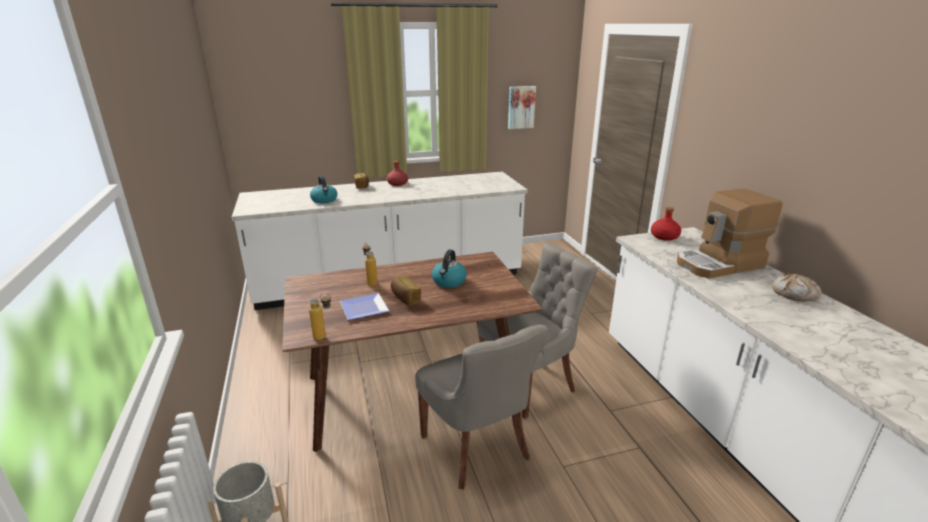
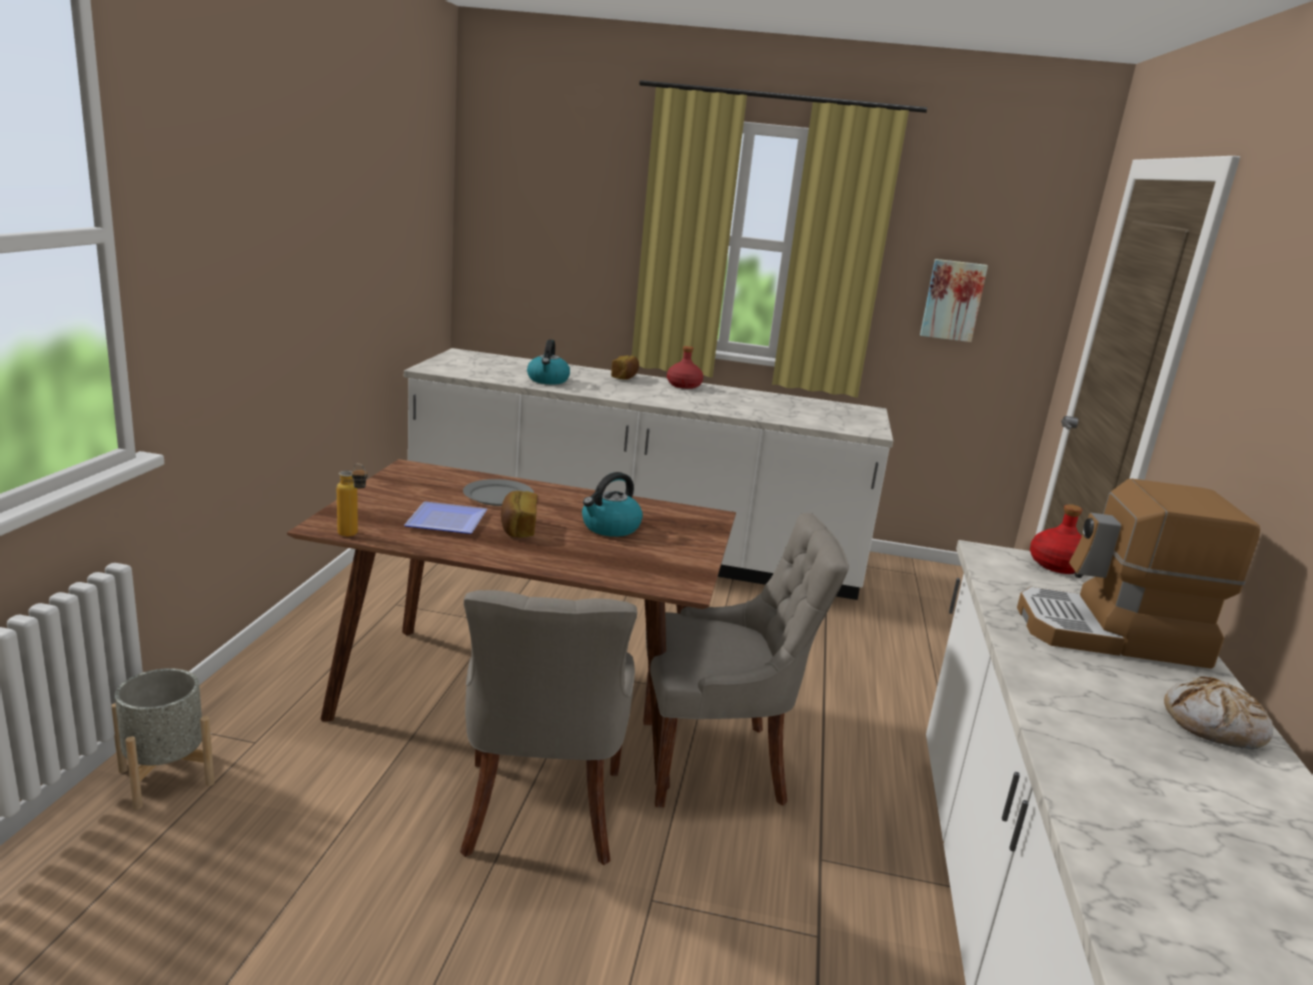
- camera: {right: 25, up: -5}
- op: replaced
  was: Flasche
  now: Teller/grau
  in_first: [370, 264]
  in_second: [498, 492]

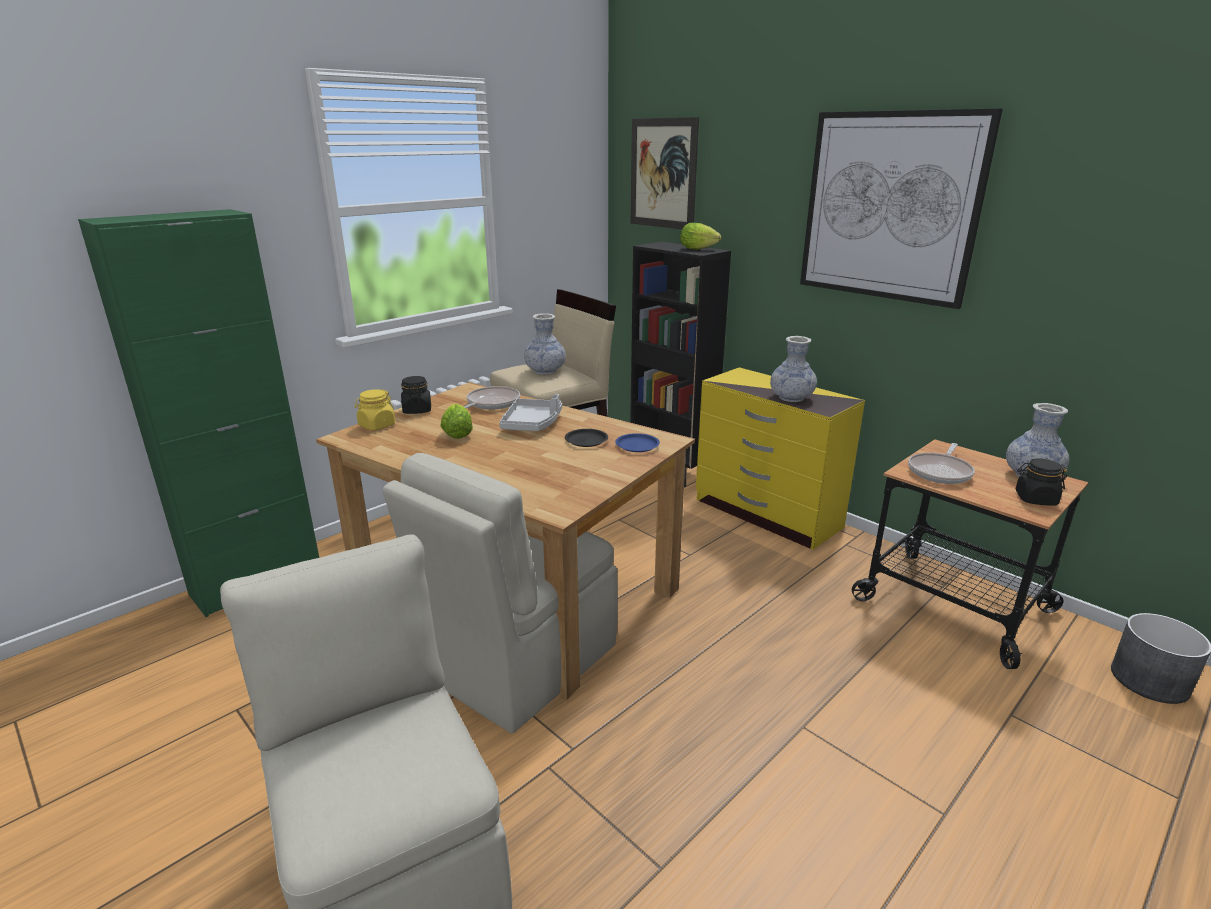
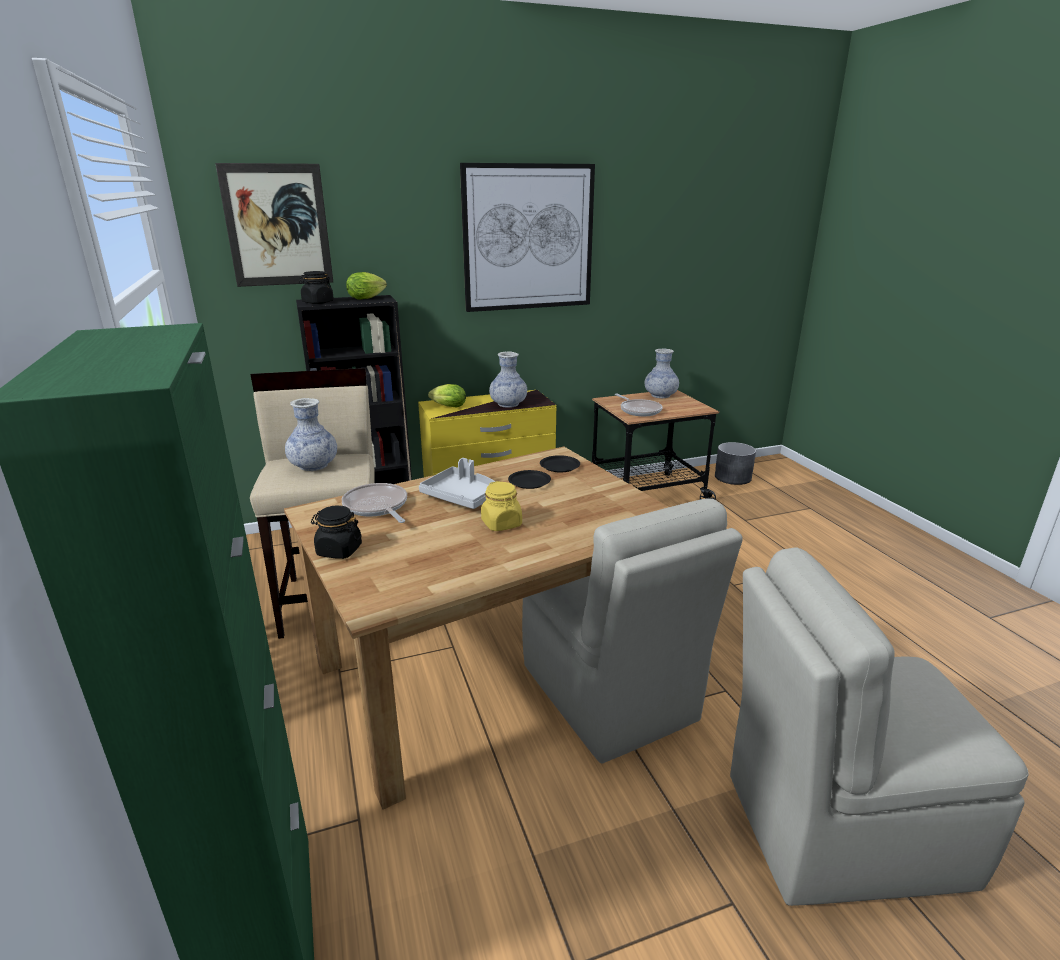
- camera: {right: -65, up: 0}
- op: moved
  was: Vorratsglas/schwarz
  in_first: [1041, 482]
  in_second: [316, 287]
- op: moved
  was: Salatkopf
  in_first: [457, 421]
  in_second: [447, 395]
- op: moved
  was: Vorratsglas/gelb
  in_first: [375, 409]
  in_second: [501, 506]
- op: recoloured
  was: Teller/blau
  now: Teller/schwarz
  in_first: [637, 442]
  in_second: [560, 464]

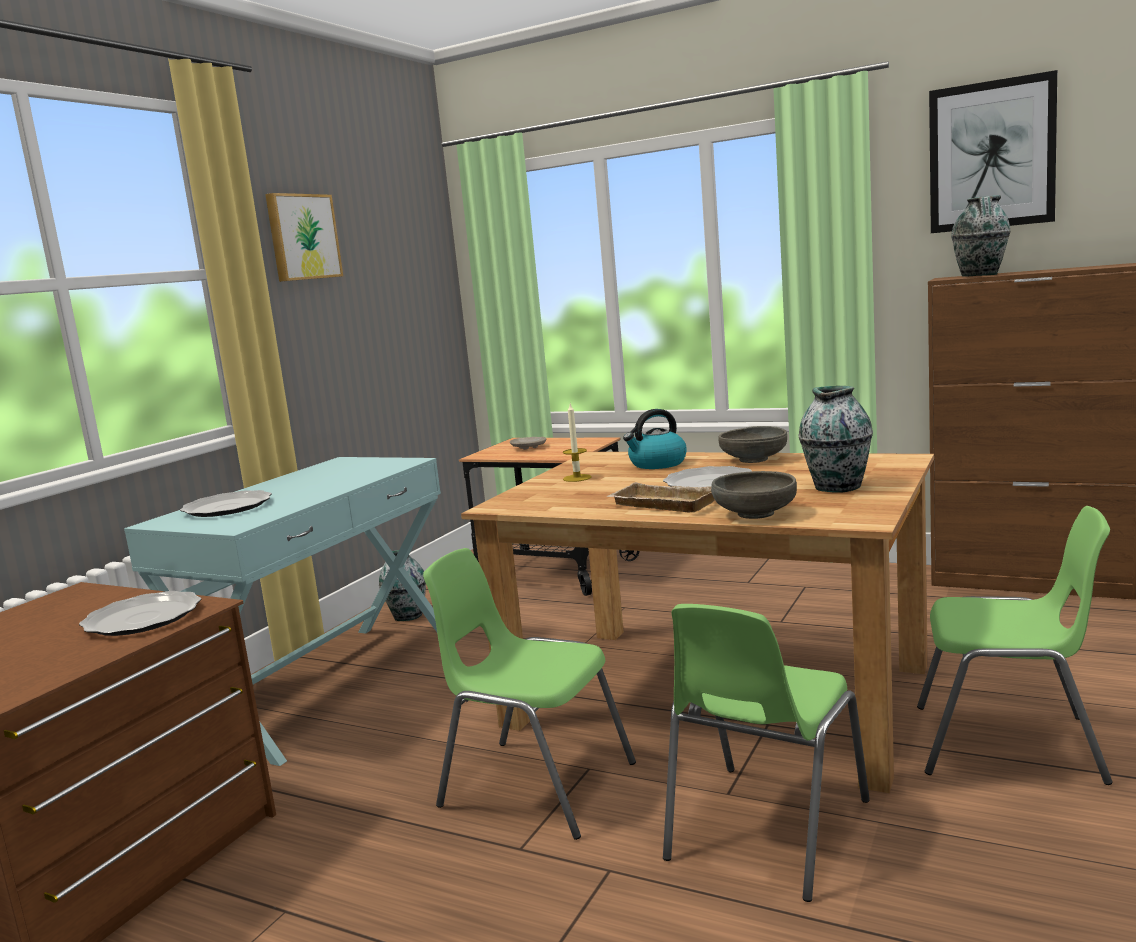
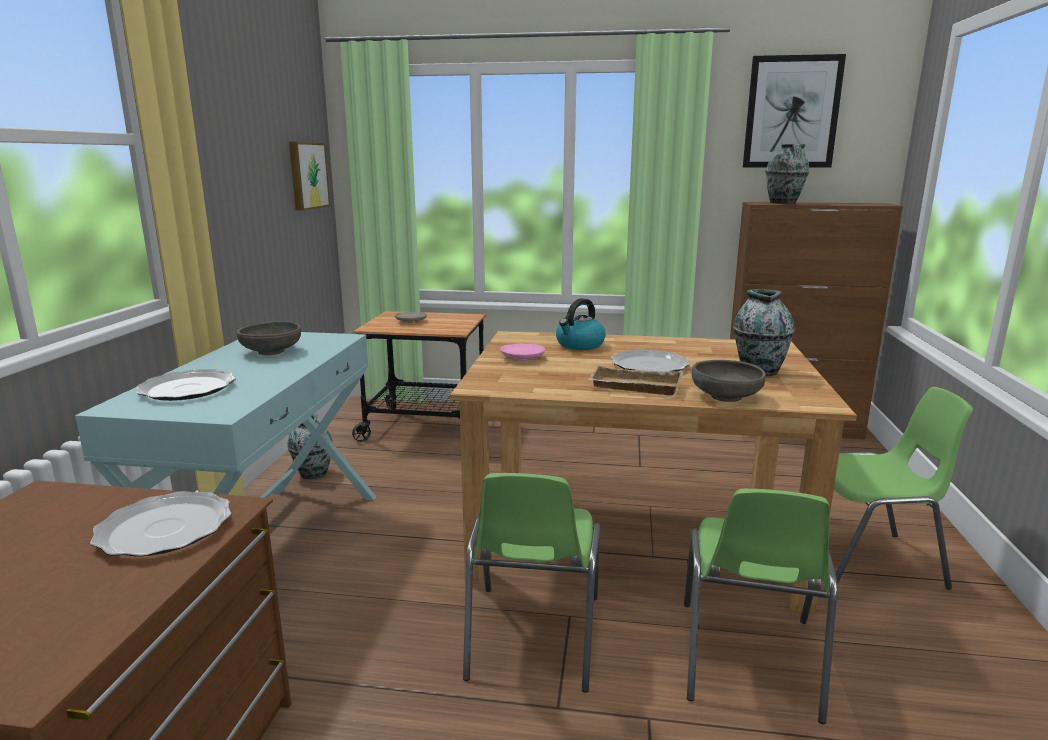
- camera: {right: -20, up: 5}
- op: moved
  was: Schüssel/grau
  in_first: [752, 444]
  in_second: [269, 338]
- op: moved
  was: Bild
  in_first: [304, 237]
  in_second: [309, 176]
- op: turned
  was: Stuhl/grün
  in_first: [529, 694]
  in_second: [531, 583]
  clockwise: -90
- op: replaced
  was: Kerze
  now: Teller/rosa
  in_first: [577, 443]
  in_second: [522, 352]

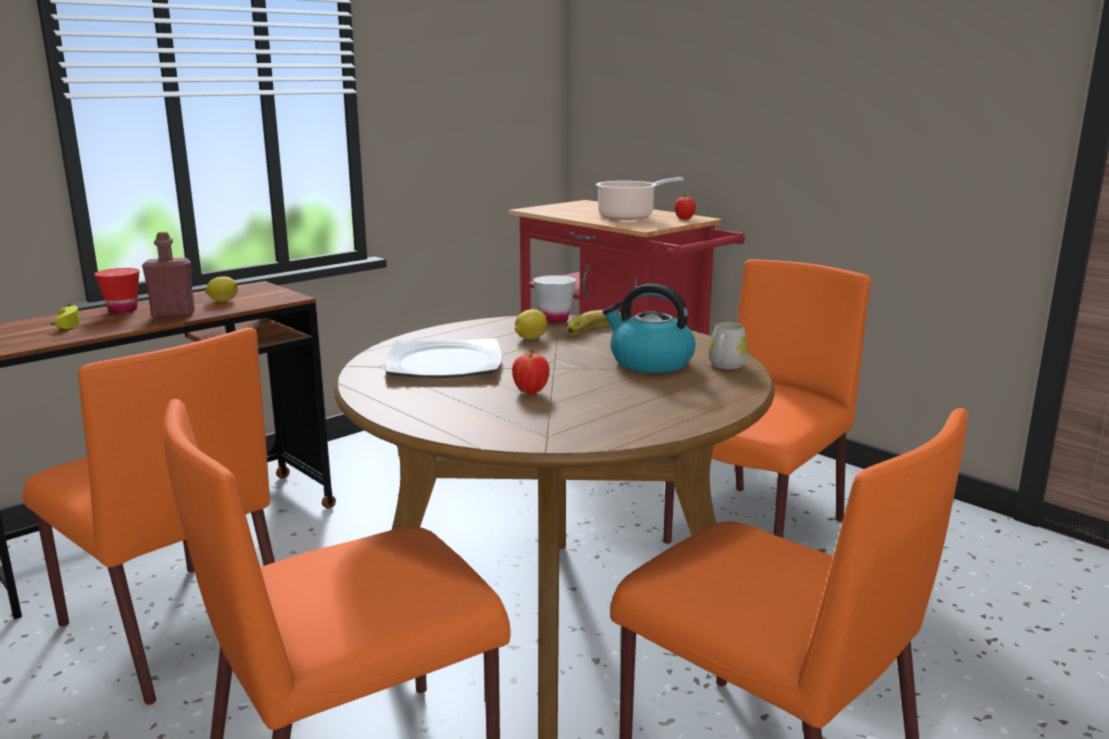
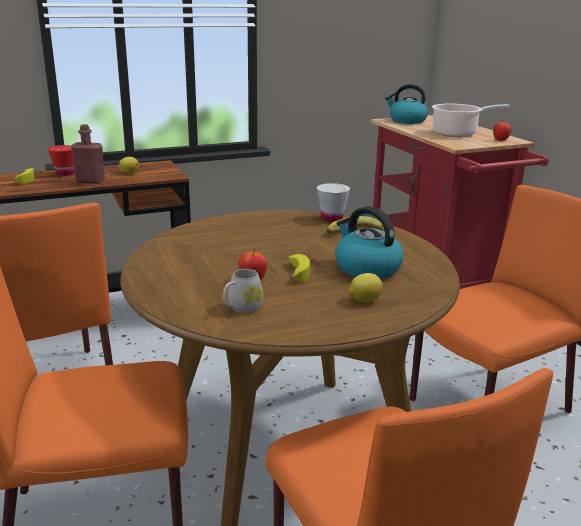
- camera: {right: 20, up: 5}
- op: moved
  was: Henkelbecher/weiß
  in_first: [728, 345]
  in_second: [243, 291]
- op: added
  now: Banane
  in_second: [299, 268]
- op: moved
  was: Zitrone
  in_first: [531, 324]
  in_second: [365, 287]
- op: added
  now: Wasserkessel
  in_second: [406, 104]
- op: removed
  was: Teller
  in_first: [443, 358]

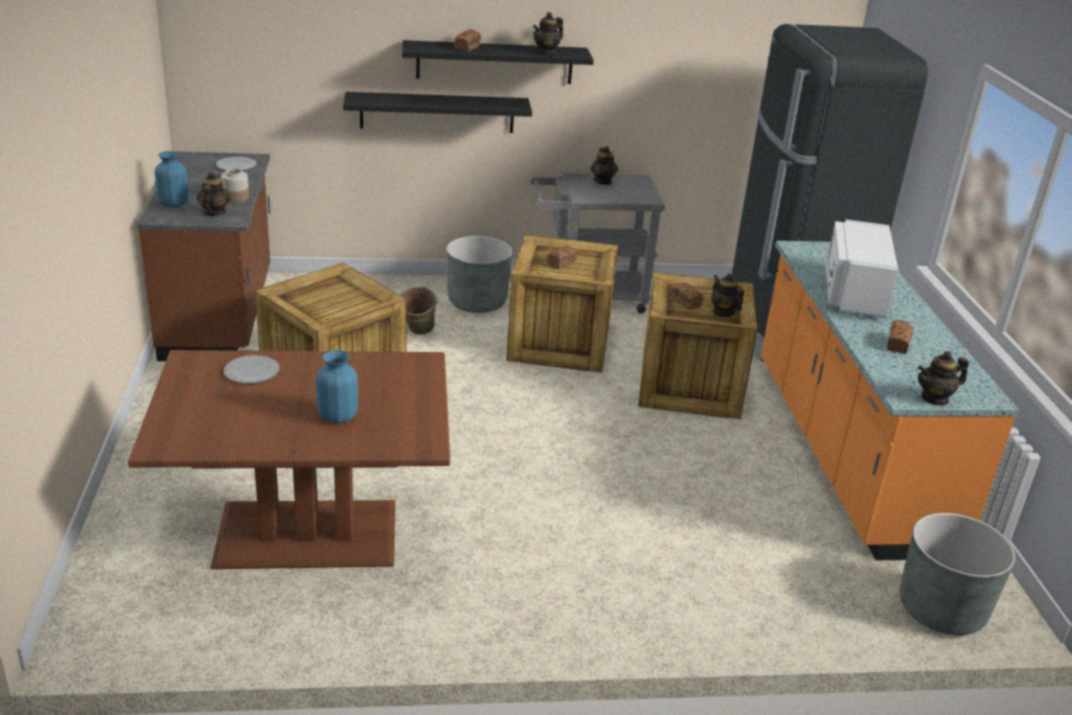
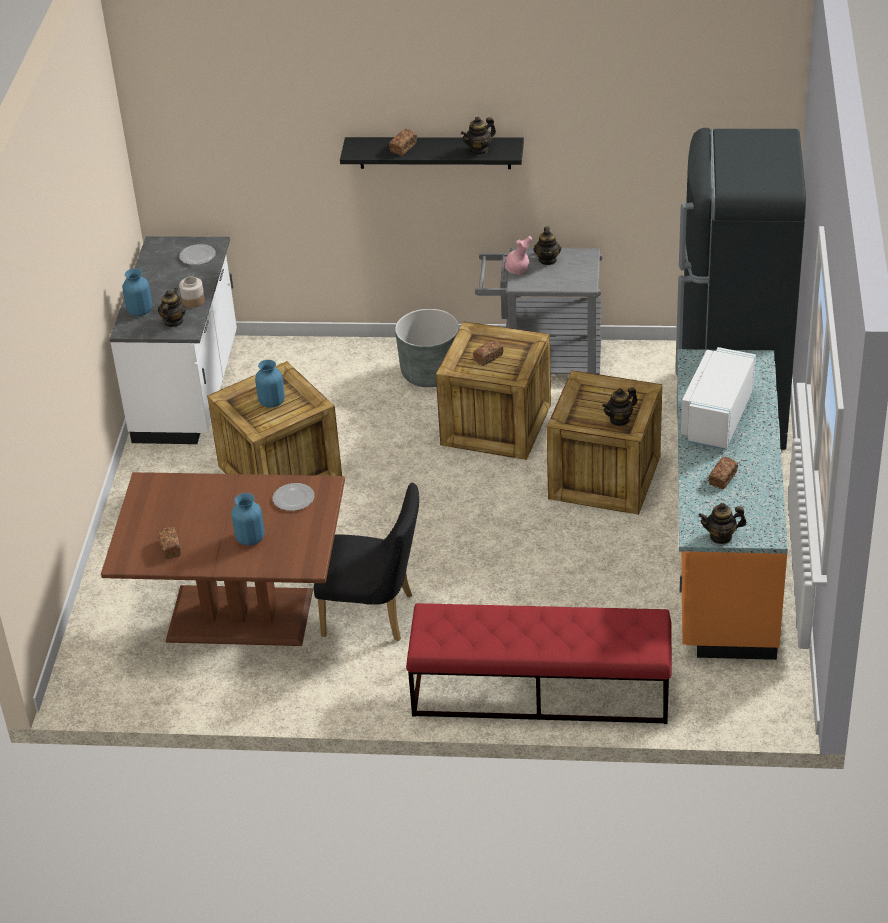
- camera: {right: 15, up: 10}
- op: recoloured
  was: Küchenzeile/braun
  now: Küchenzeile/weiß
  in_first: [204, 256]
  in_second: [173, 340]
- op: moved
  was: Brot
  in_first: [687, 295]
  in_second: [169, 543]
- op: added
  now: Vase/blau
  in_second: [270, 384]
- op: moved
  was: Teller
  in_first: [252, 369]
  in_second: [294, 497]
- op: added
  now: Stuhl/schwarz
  in_second: [366, 562]
- op: added
  now: Bank/rot
  in_second: [539, 663]
- op: added
  now: Vase/rosa
  in_second: [518, 255]
- op: turned
  was: Teekanne
  in_first: [727, 295]
  in_second: [619, 406]
  clockwise: -105
- op: removed
  was: Wandregal/schwarz
  in_first: [437, 112]
- op: removed
  was: Eimer/grün
  in_first: [418, 310]
- op: removed
  was: Pflanzkübel/grau
  in_first: [957, 574]

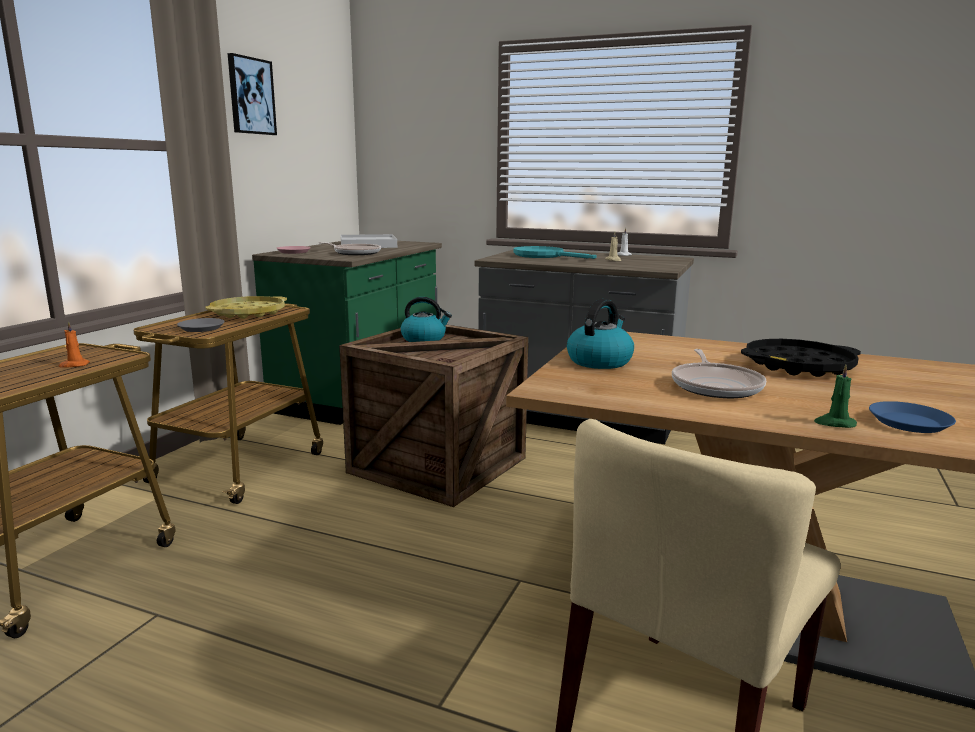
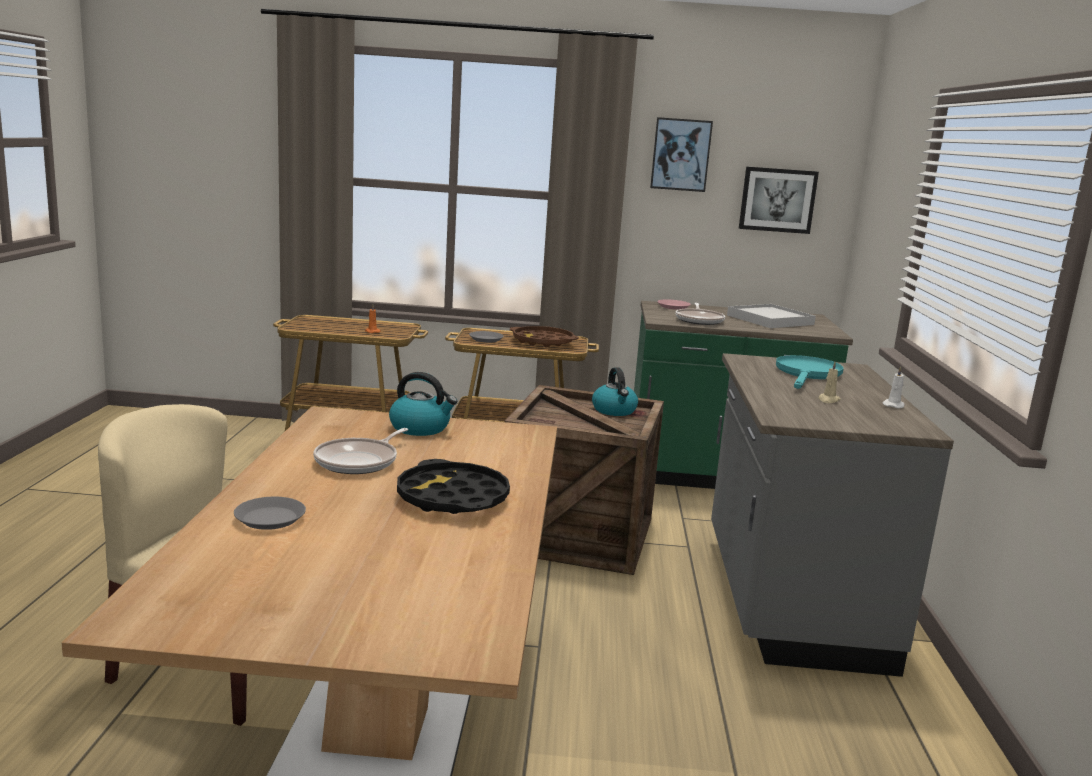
- camera: {right: 70, up: 0}
- op: recoloured
  was: Teller/blau
  now: Teller/grau
  in_first: [912, 417]
  in_second: [270, 513]
- op: turned
  was: Pfanne
  in_first: [719, 373]
  in_second: [360, 451]
  clockwise: -45
- op: recoloured
  was: Tablett/gelb
  now: Tablett/braun
  in_first: [246, 307]
  in_second: [544, 336]
- op: added
  now: Bild
  in_second: [779, 200]
- op: removed
  was: Kerze/grün
  in_first: [835, 396]

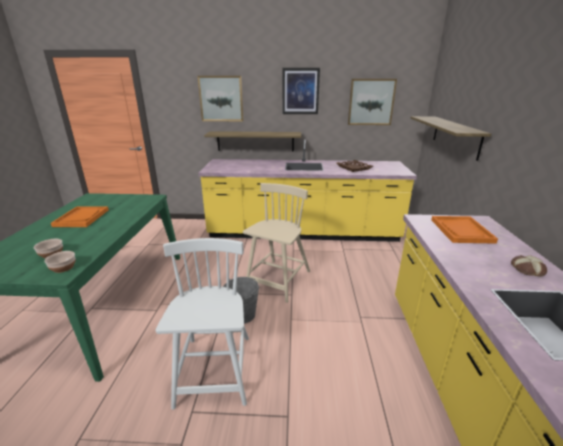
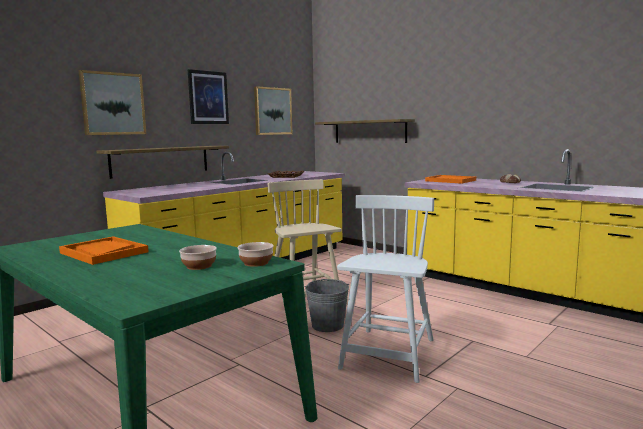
- camera: {right: -50, up: -15}
- op: turned
  was: Stuhl/weiß
  in_first: [202, 324]
  in_second: [385, 289]
  clockwise: 75

